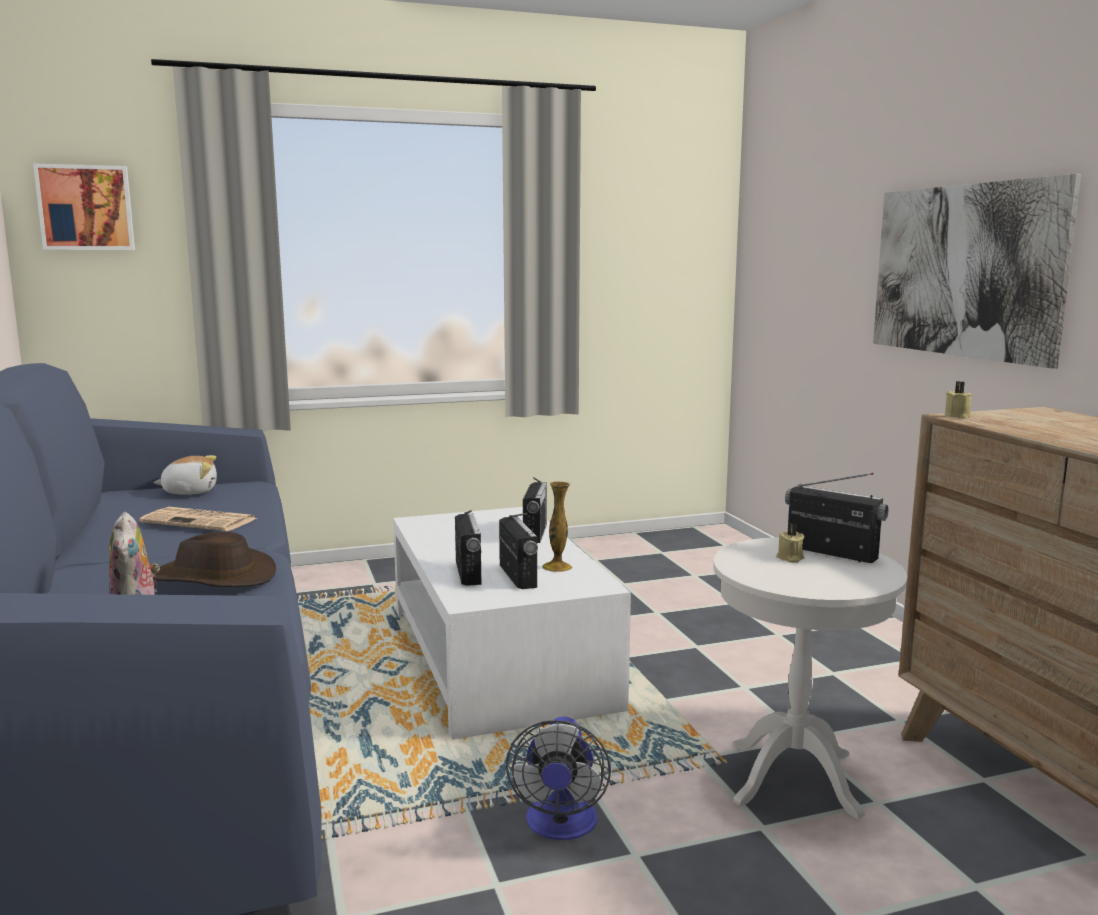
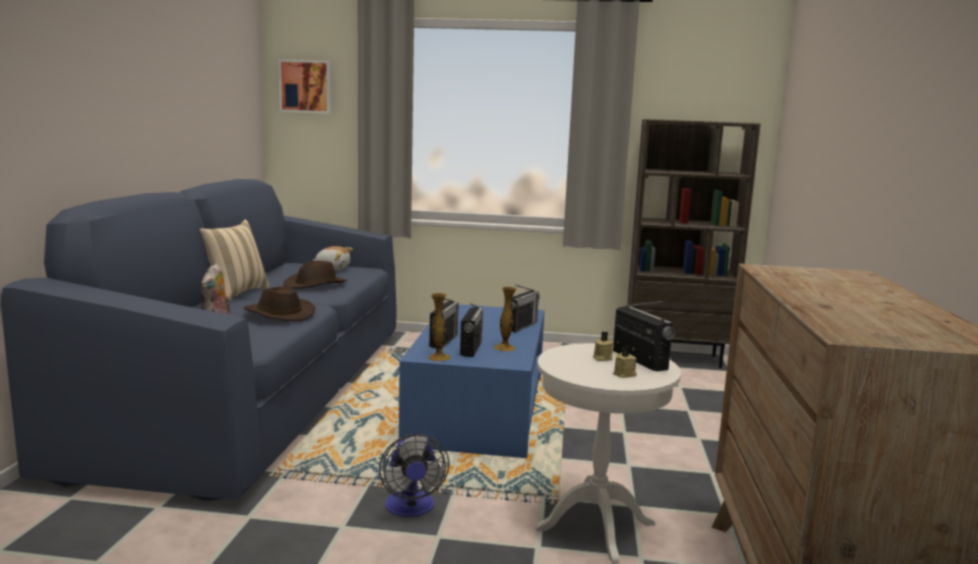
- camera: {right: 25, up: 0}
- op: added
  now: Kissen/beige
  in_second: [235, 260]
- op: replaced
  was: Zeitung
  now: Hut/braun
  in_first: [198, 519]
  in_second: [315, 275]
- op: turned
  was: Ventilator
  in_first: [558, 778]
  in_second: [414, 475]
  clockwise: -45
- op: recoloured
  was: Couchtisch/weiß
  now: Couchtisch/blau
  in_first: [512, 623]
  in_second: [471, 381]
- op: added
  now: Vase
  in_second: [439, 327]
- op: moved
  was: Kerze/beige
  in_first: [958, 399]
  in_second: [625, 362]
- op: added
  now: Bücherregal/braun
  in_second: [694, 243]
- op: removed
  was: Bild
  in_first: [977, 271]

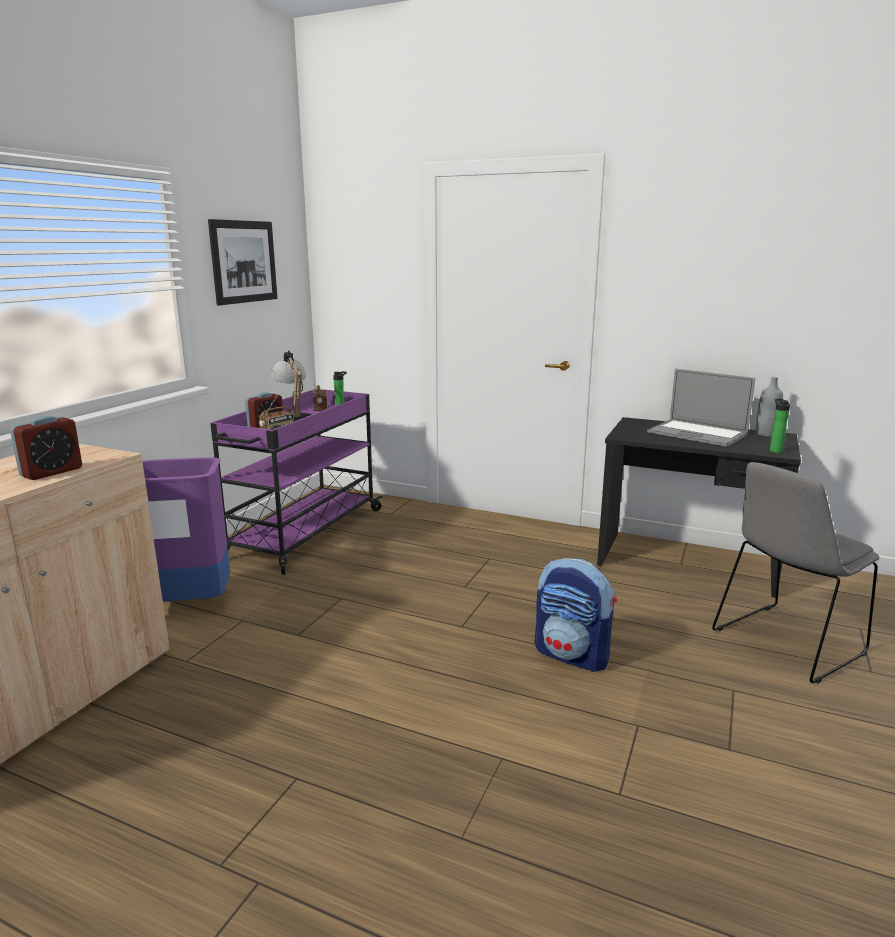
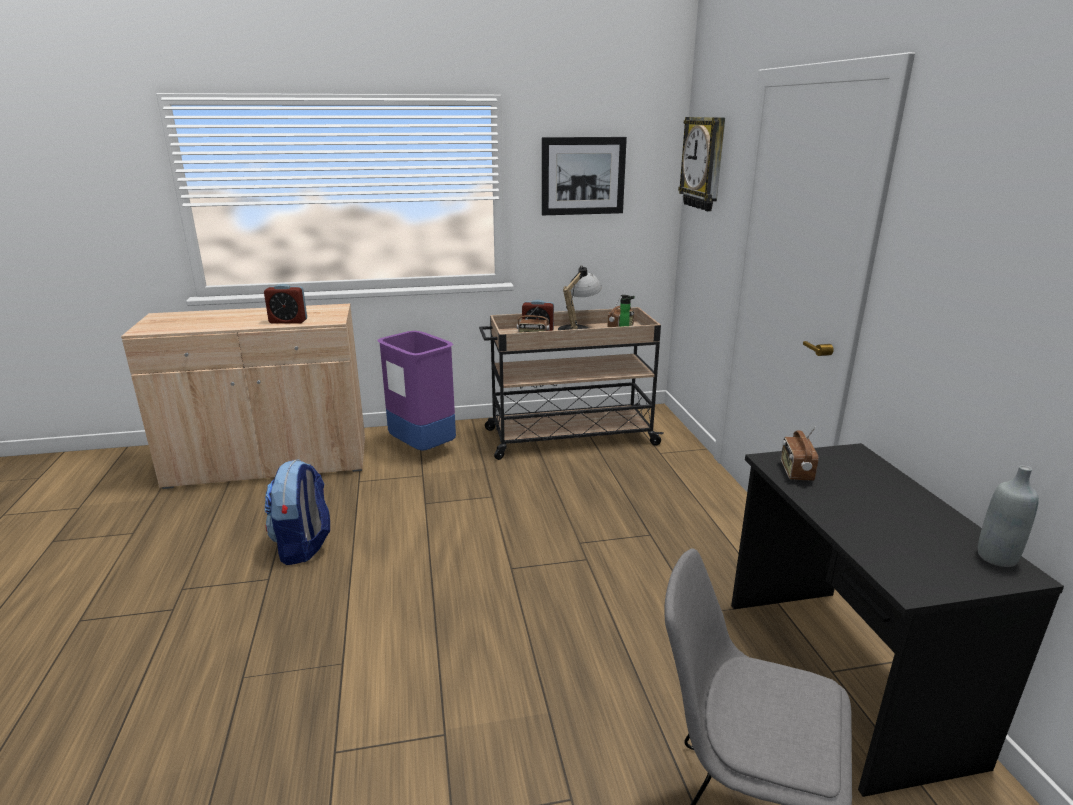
- camera: {right: 55, up: 5}
- op: moved
  was: Rucksack
  in_first: [576, 615]
  in_second: [297, 512]
- op: recoloured
  was: Rollwagen/lila
  now: Rollwagen/beige
  in_first: [296, 482]
  in_second: [571, 383]
- op: added
  now: Wanduhr
  in_second: [701, 164]
- op: added
  now: Radio
  in_second: [799, 453]
- op: removed
  was: Laptop
  in_first: [701, 408]
- op: removed
  was: Flasche
  in_first: [779, 426]

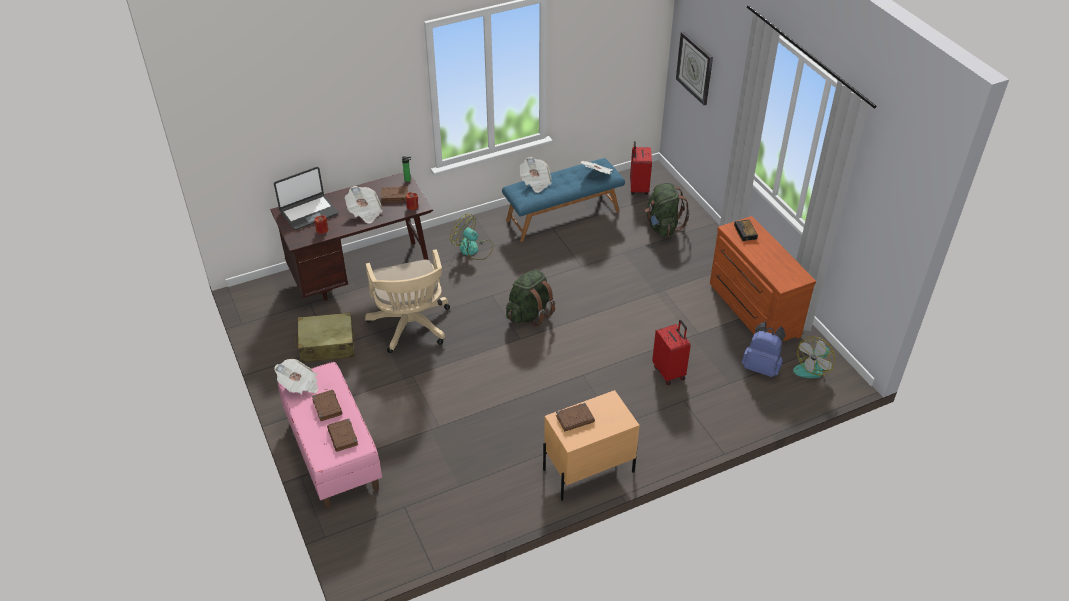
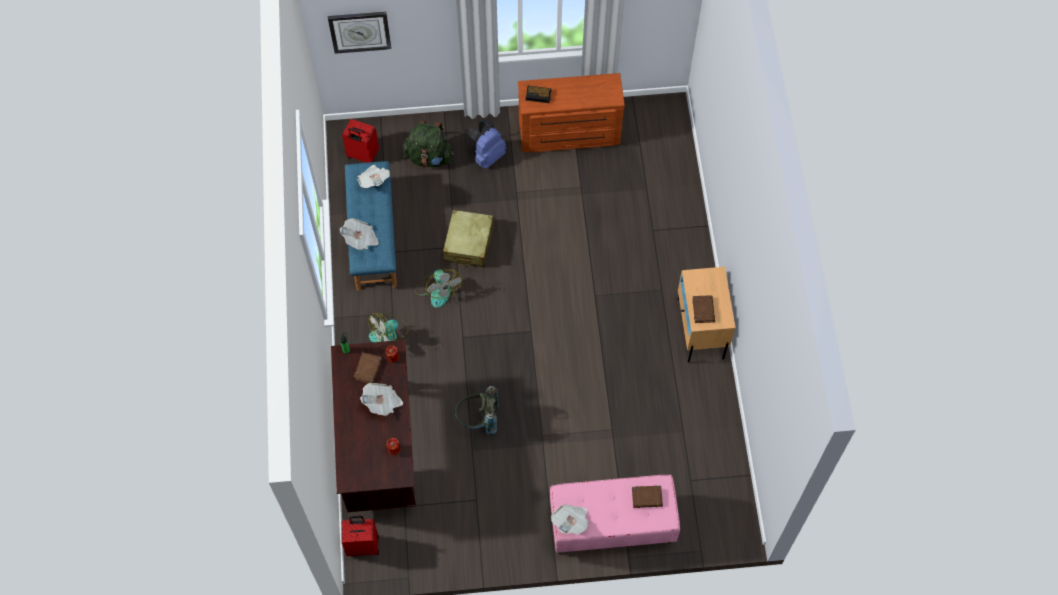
- camera: {right: -70, up: 20}
- op: moved
  was: Koffer/rot
  in_first: [671, 352]
  in_second: [360, 535]
- op: moved
  was: Ventilator
  in_first: [814, 357]
  in_second: [438, 288]
- op: moved
  was: Koffer/beige
  in_first: [325, 337]
  in_second: [468, 238]
- op: replaced
  was: Bürostuhl/beige
  now: Rucksack/grau
  in_first: [407, 301]
  in_second: [476, 410]
- op: moved
  was: Rucksack/blau
  in_first: [763, 349]
  in_second: [487, 144]
- op: removed
  was: Laptop
  in_first: [306, 198]
- op: removed
  was: Buch/braun
  in_first: [327, 405]
- op: removed
  was: Rucksack/grün
  in_first: [530, 298]

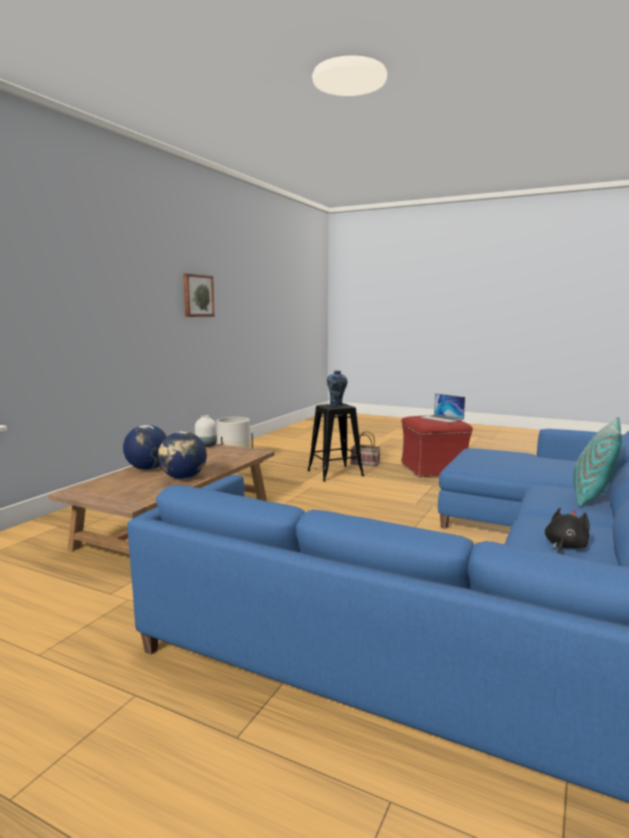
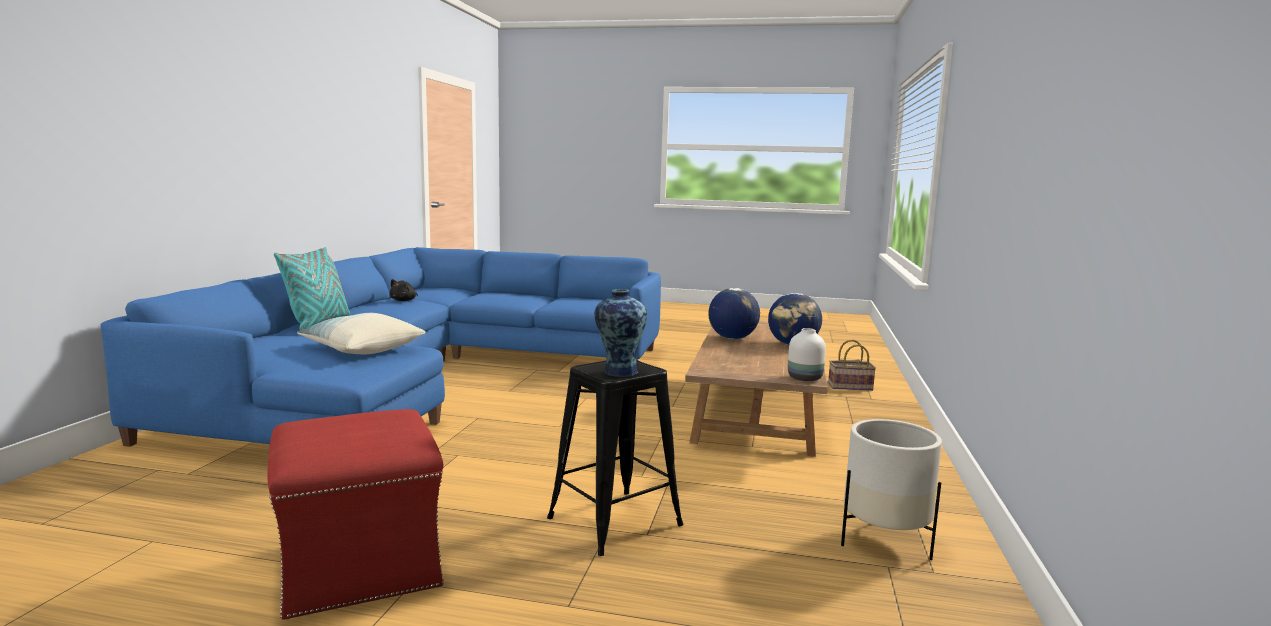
- camera: {right: 165, up: 0}
- op: added
  now: Kissen
  in_second: [361, 333]
- op: moved
  was: Korb
  in_first: [366, 448]
  in_second: [852, 365]
- op: removed
  was: Bild
  in_first: [199, 295]
- op: removed
  was: Laptop
  in_first: [443, 408]

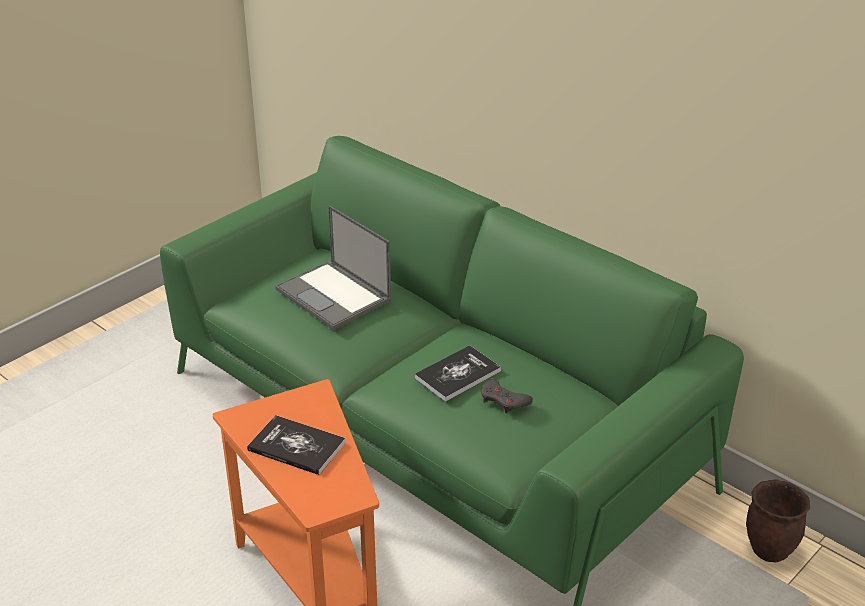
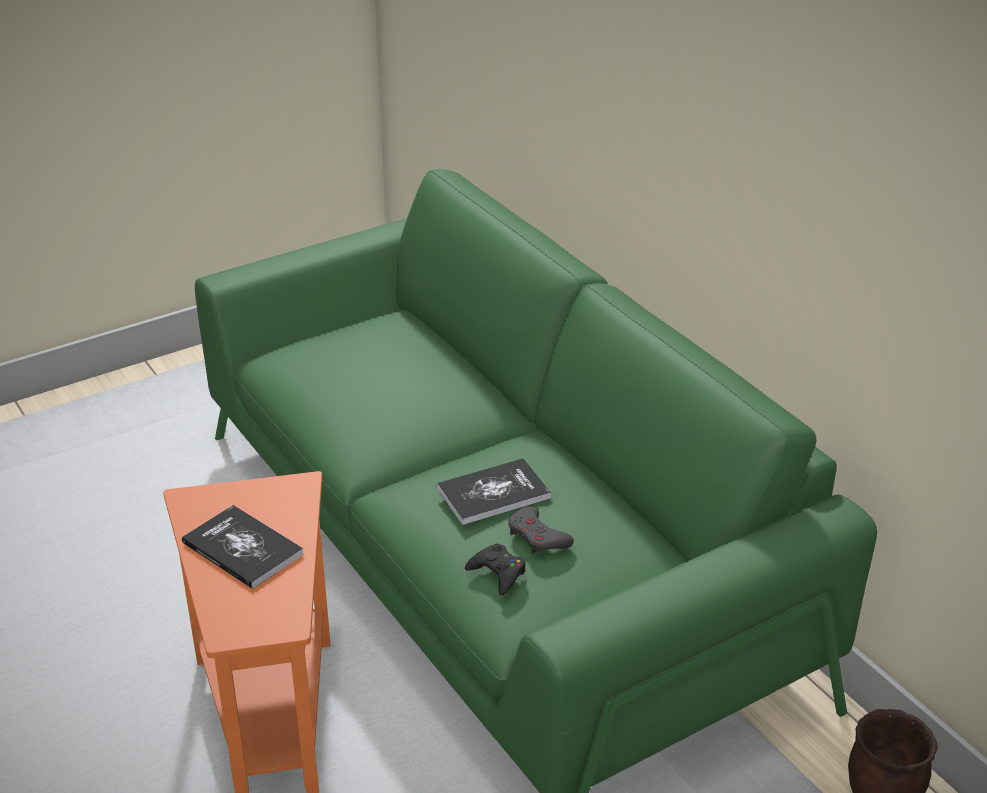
- camera: {right: 15, up: 0}
- op: added
  now: Gamepad/schwarz
  in_second: [495, 569]
- op: removed
  was: Laptop
  in_first: [333, 267]

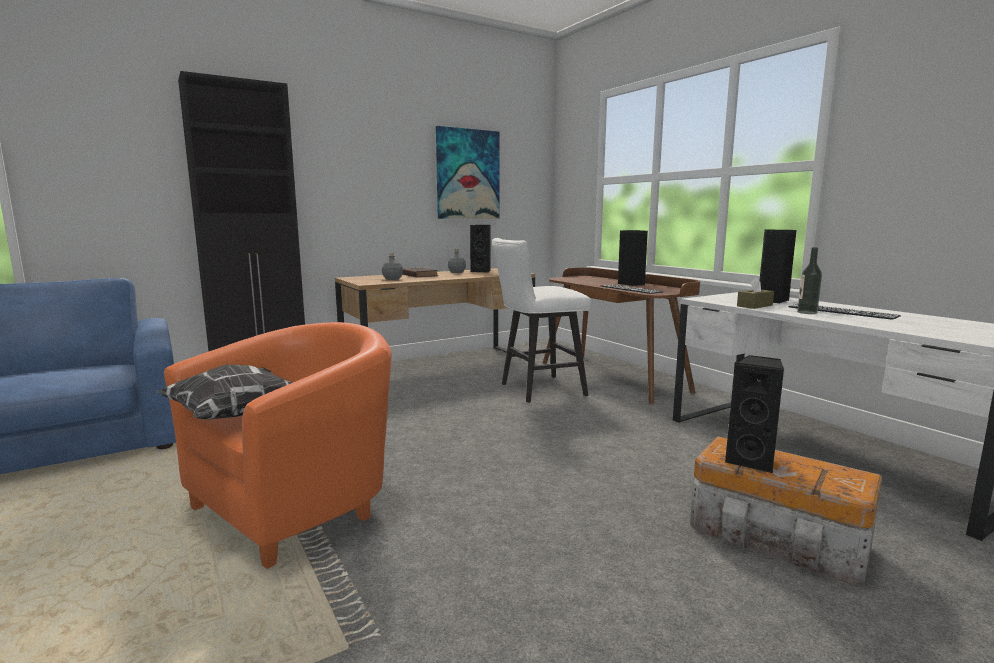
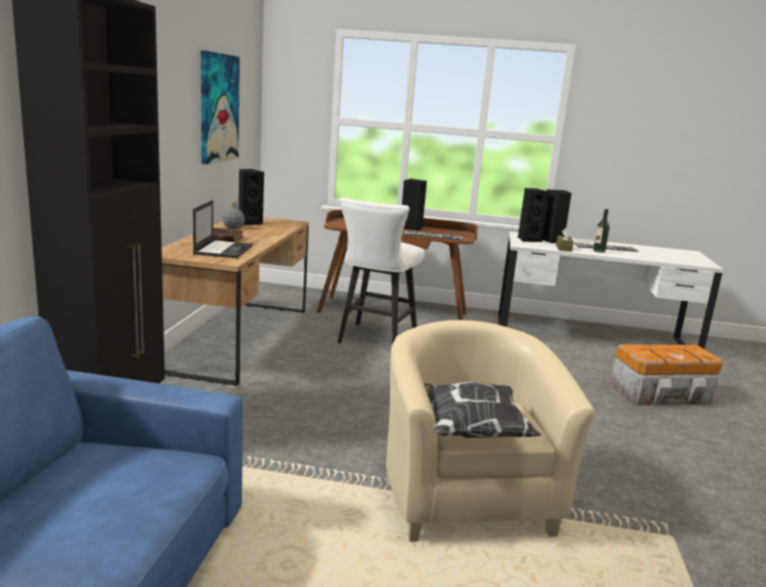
- camera: {right: -50, up: 5}
- op: replaced
  was: Flasche/grau
  now: Laptop
  in_first: [392, 266]
  in_second: [223, 229]
- op: recoloured
  was: Sessel/orange
  now: Sessel/beige
  in_first: [278, 445]
  in_second: [490, 431]
- op: moved
  was: Lautsprecher/schwarz
  in_first: [754, 414]
  in_second: [534, 215]

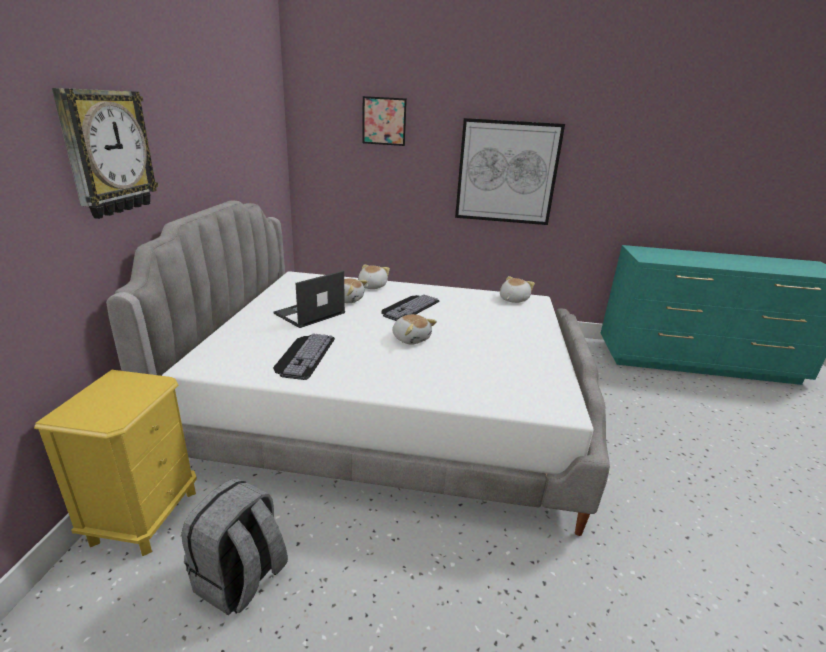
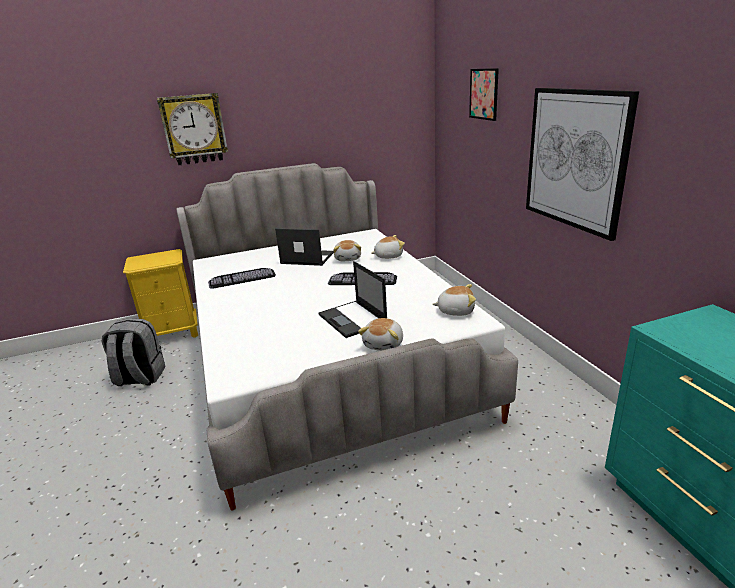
- camera: {right: 65, up: 0}
- op: added
  now: Laptop
  in_second: [353, 299]
- op: moved
  was: Plüschtier
  in_first: [414, 329]
  in_second: [380, 334]

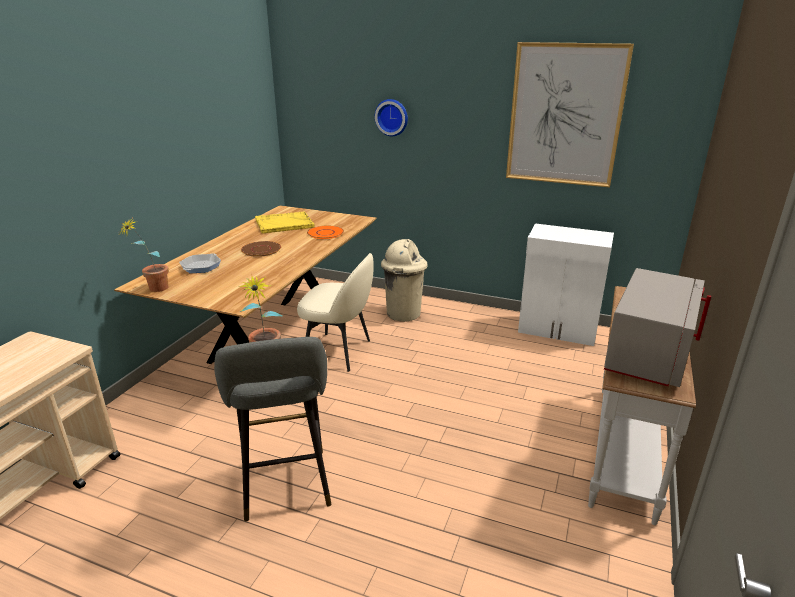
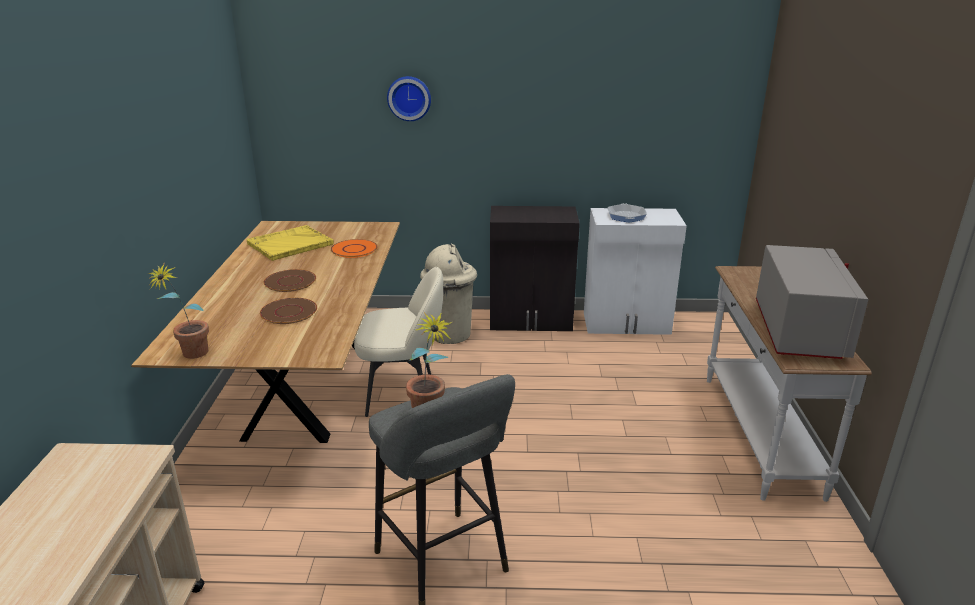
- camera: {right: -20, up: 0}
- op: added
  now: Teller/braun
  in_second: [288, 311]
- op: added
  now: Schrank/schwarz
  in_second: [535, 268]
- op: moved
  was: Pfanne
  in_first: [200, 263]
  in_second: [627, 212]
- op: removed
  was: Bild
  in_first: [570, 114]

